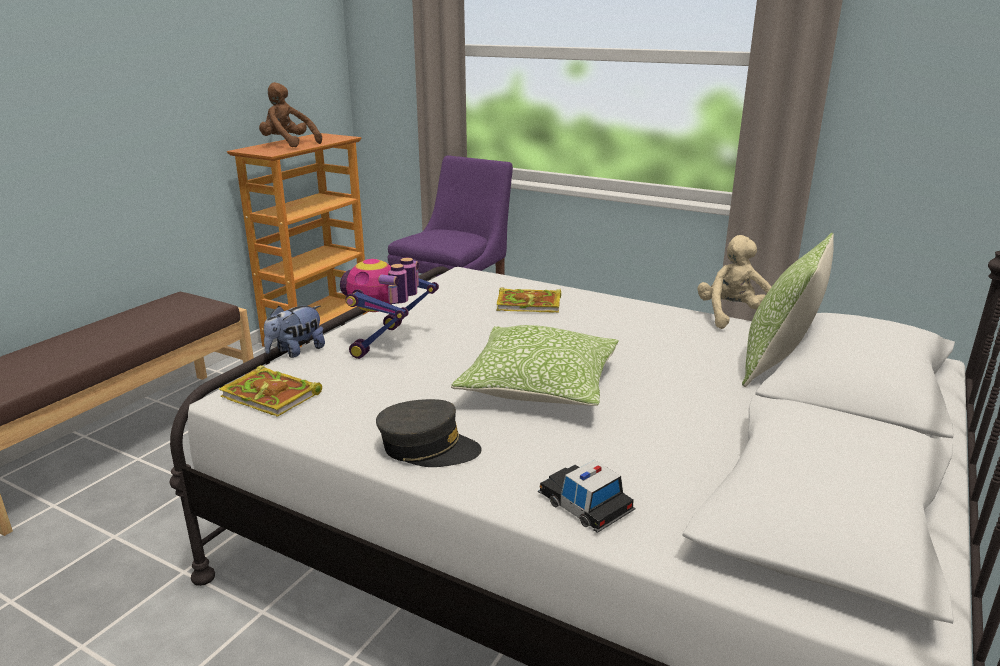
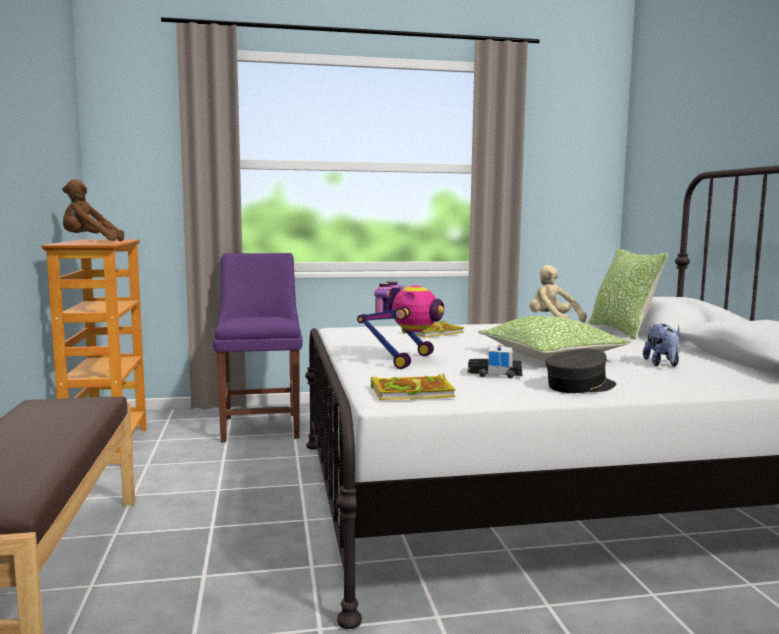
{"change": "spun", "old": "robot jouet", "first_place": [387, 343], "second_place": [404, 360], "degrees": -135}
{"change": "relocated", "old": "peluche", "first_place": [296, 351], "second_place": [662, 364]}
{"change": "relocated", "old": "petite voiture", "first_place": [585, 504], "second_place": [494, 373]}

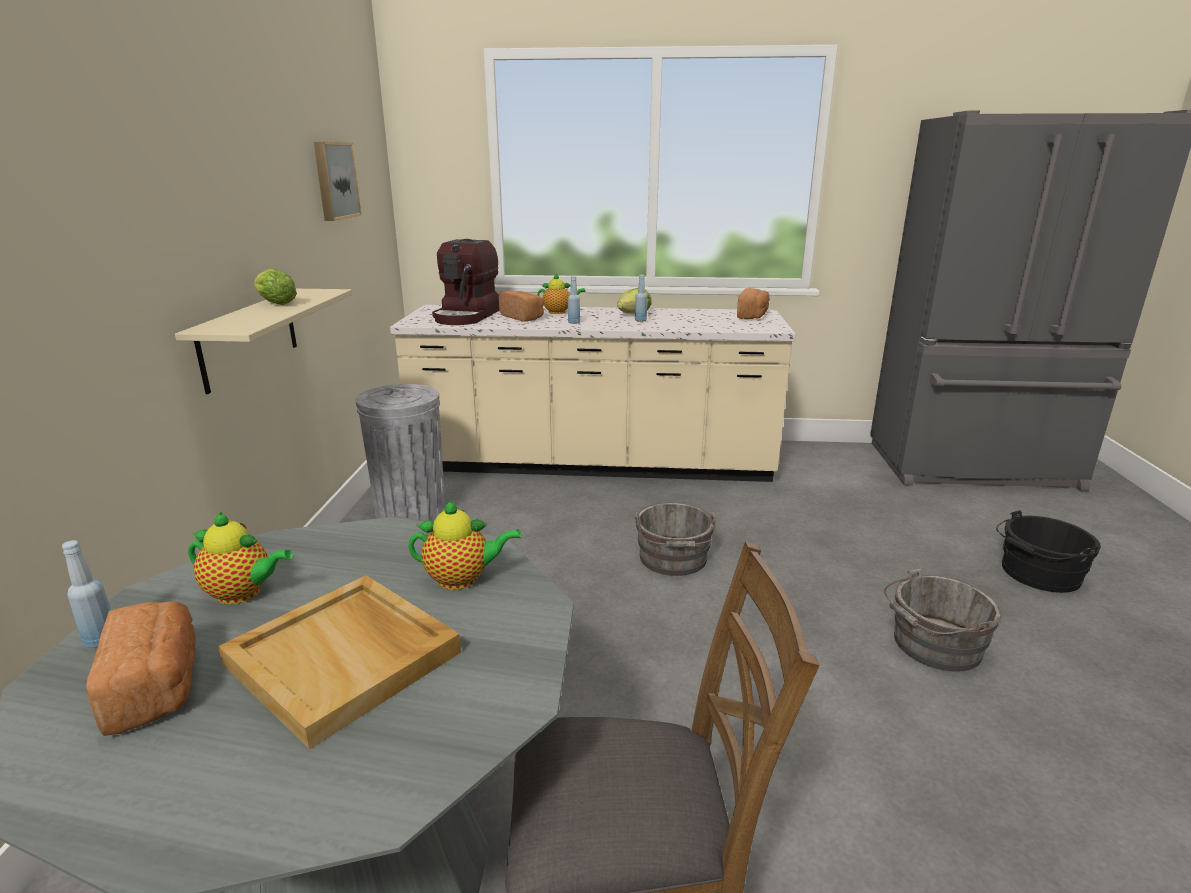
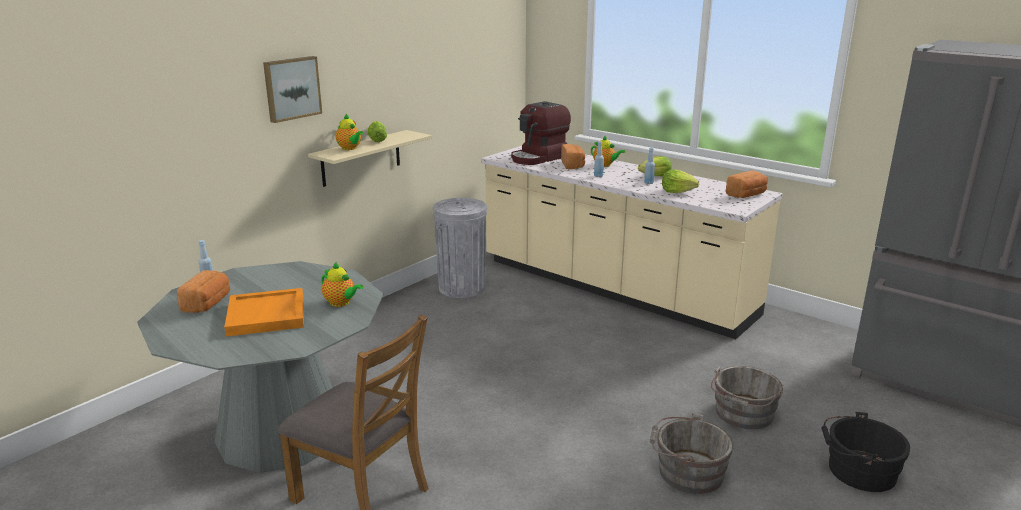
{"change": "relocated", "old": "tableau", "first_place": [334, 180], "second_place": [291, 88]}
{"change": "relocated", "old": "seau/gris", "first_place": [673, 560], "second_place": [743, 415]}
{"change": "relocated", "old": "théière", "first_place": [243, 594], "second_place": [350, 148]}
{"change": "colour", "old": "plateau/beige", "new": "plateau/orange", "first_place": [346, 658], "second_place": [267, 315]}
{"change": "appeared", "new": "laitue", "second_place": [677, 191]}

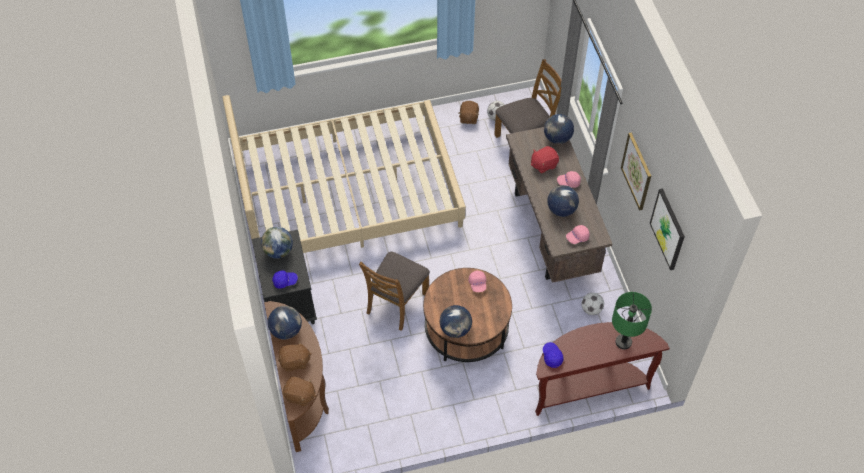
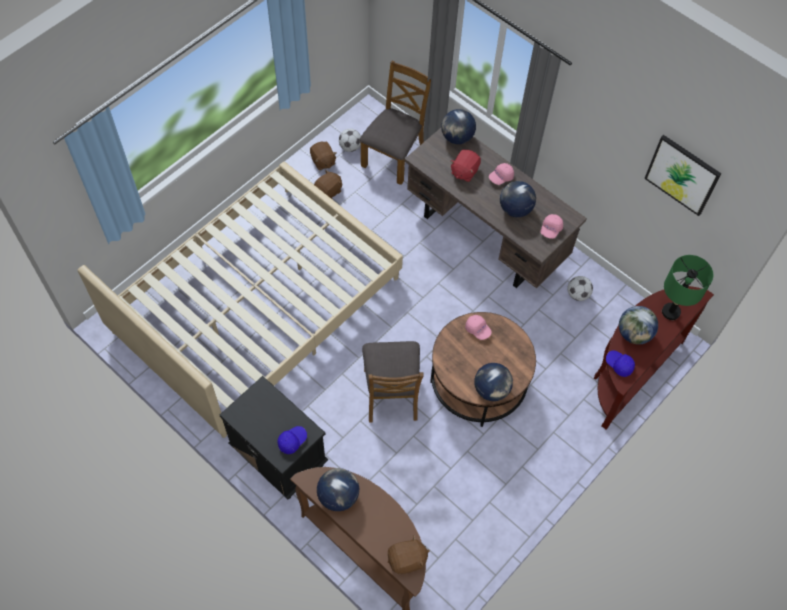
{"change": "missing", "old": "tableau", "first_place": [637, 171]}
{"change": "relocated", "old": "globe", "first_place": [278, 251], "second_place": [634, 334]}
{"change": "relocated", "old": "peluche/marron", "first_place": [295, 362], "second_place": [328, 191]}

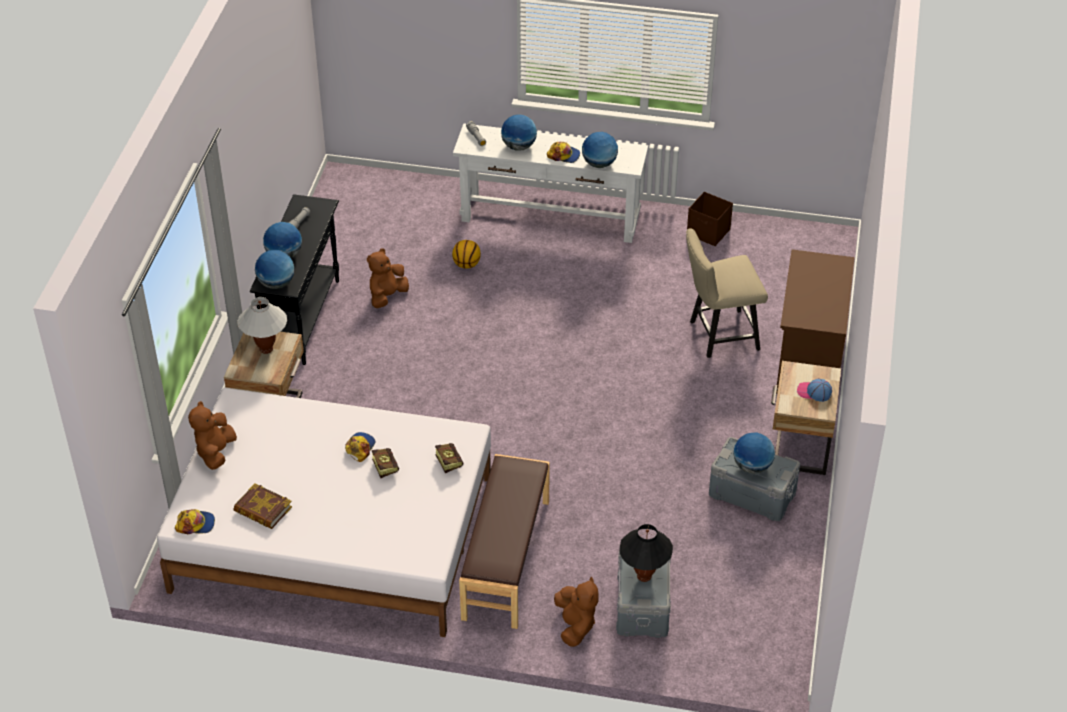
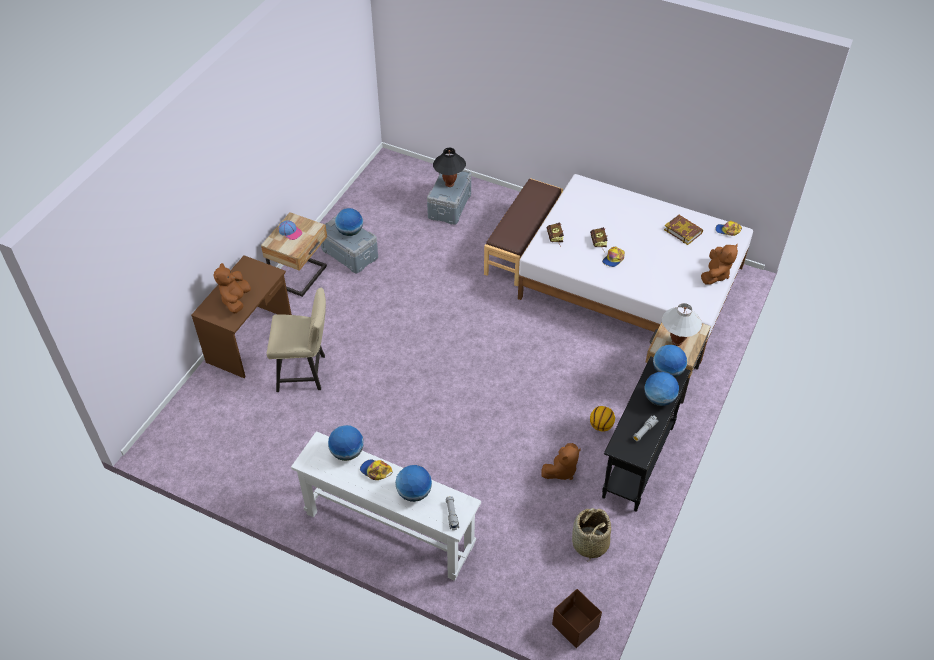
{"change": "relocated", "old": "boîte de rangement/marron", "first_place": [708, 232], "second_place": [574, 625]}
{"change": "relocated", "old": "ballon de basket", "first_place": [467, 264], "second_place": [601, 426]}
{"change": "relocated", "old": "peluche/marron", "first_place": [575, 626], "second_place": [236, 300]}
{"change": "appeared", "new": "panier", "second_place": [589, 543]}

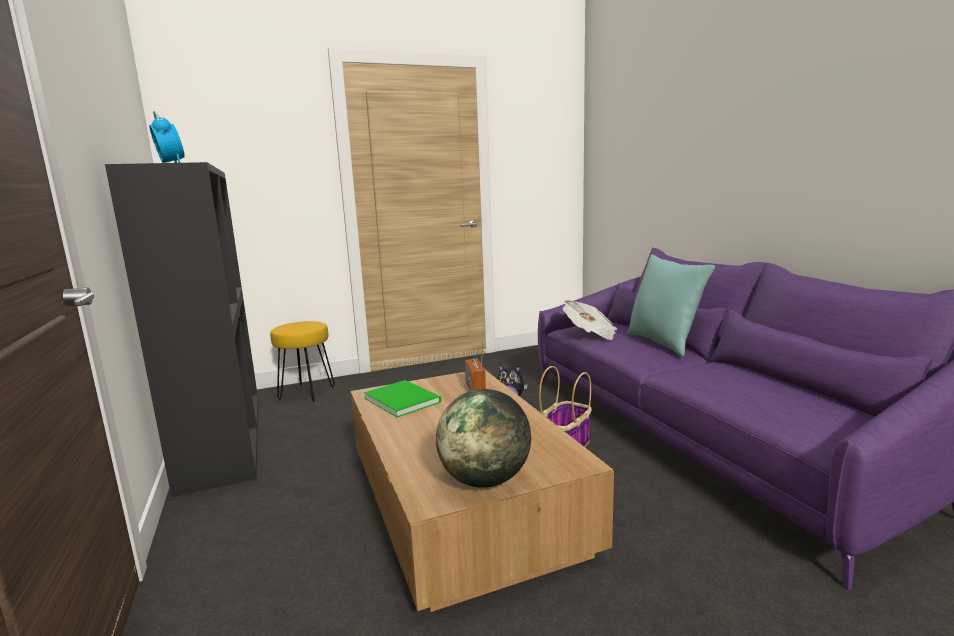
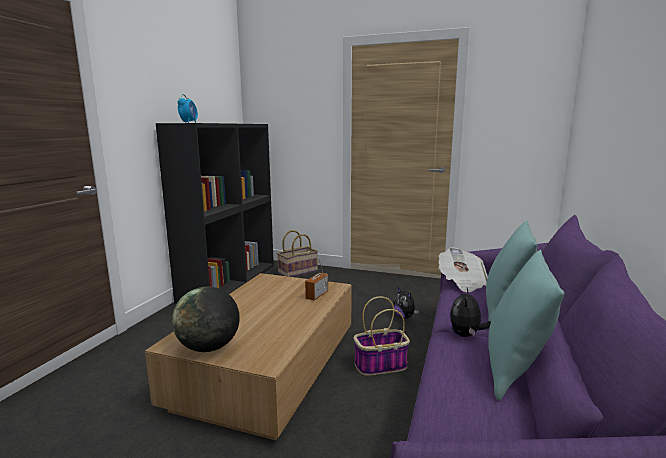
{"change": "exchanged", "old": "tabouret/jaune", "new": "panier", "first_place": [307, 394], "second_place": [297, 271]}
{"change": "missing", "old": "livre/vert", "first_place": [402, 399]}
{"change": "appeared", "new": "coussin/turquoise", "second_place": [515, 370]}
{"change": "appeared", "new": "peluche", "second_place": [466, 335]}

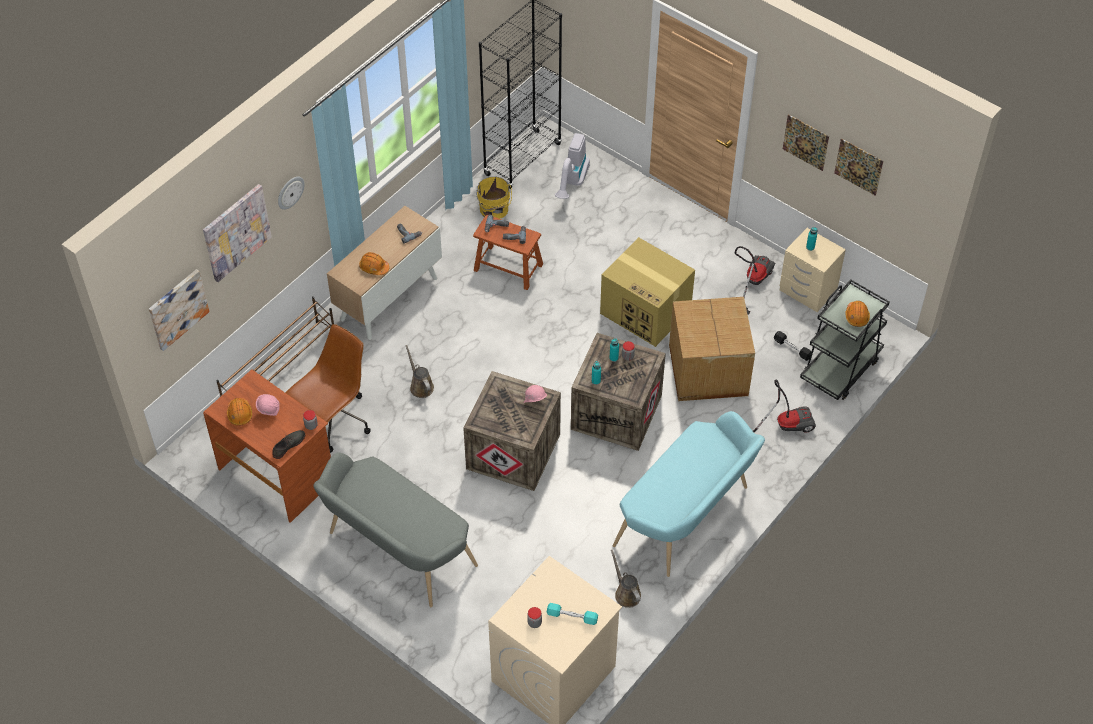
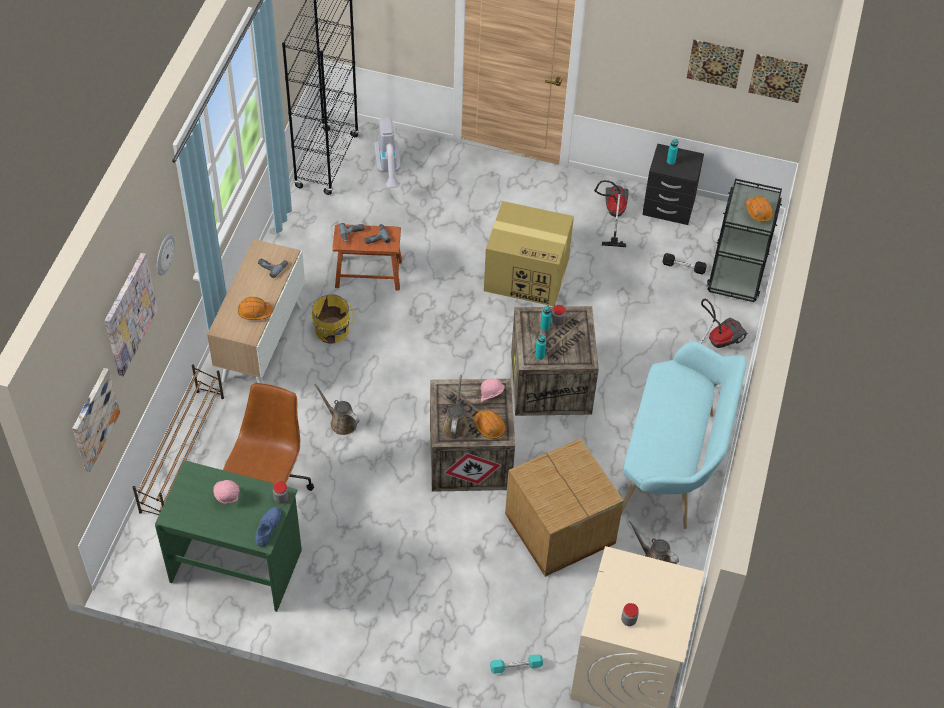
{"change": "relocated", "old": "tableau", "first_place": [805, 142], "second_place": [777, 78]}
{"change": "relocated", "old": "seau/jaune", "first_place": [494, 210], "second_place": [332, 331]}
{"change": "colour", "old": "table de chevet/beige", "new": "table de chevet/noir", "first_place": [808, 290], "second_place": [668, 207]}
{"change": "relocated", "old": "carton", "first_place": [707, 371], "second_place": [559, 530]}
{"change": "colour", "old": "bureau/marron", "new": "bureau/vert", "first_place": [277, 474], "second_place": [237, 565]}
{"change": "relocated", "old": "casque de chantier/orange", "first_place": [240, 414], "second_place": [489, 427]}
{"change": "colour", "old": "chaussure/gris", "new": "chaussure/bleu", "first_place": [288, 445], "second_place": [267, 527]}
{"change": "missing", "old": "banc/gris", "first_place": [396, 552]}
{"change": "relocated", "old": "haltère/turquoise", "first_place": [572, 617], "second_place": [516, 667]}
{"change": "appeared", "new": "arrosoir/marron", "second_place": [455, 425]}

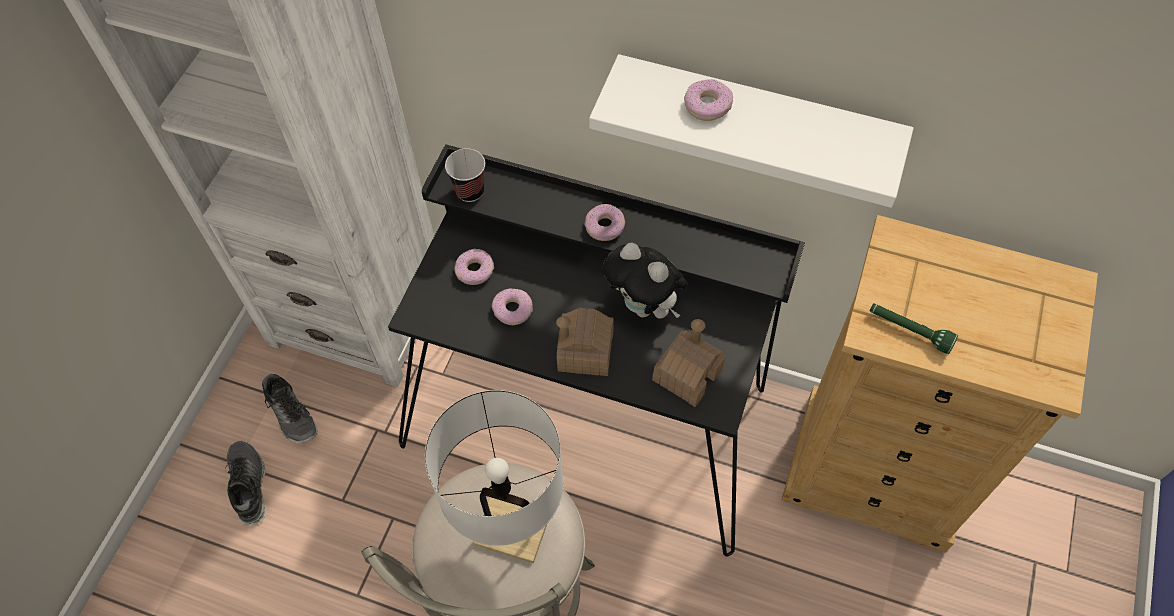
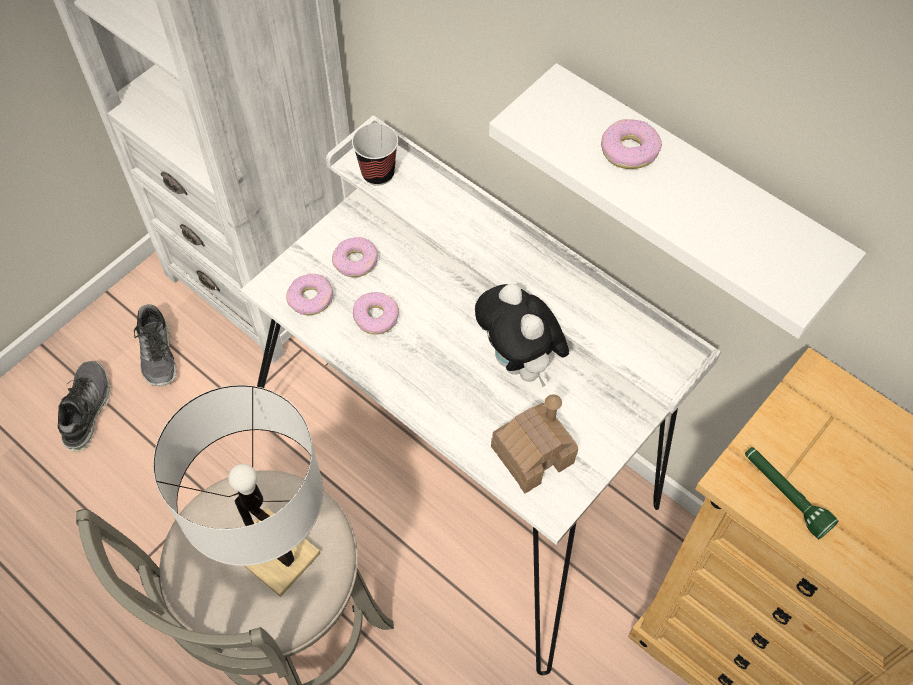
{"change": "colour", "old": "bureau/noir", "new": "bureau/blanc", "first_place": [592, 413], "second_place": [461, 464]}
{"change": "relocated", "old": "beignet", "first_place": [605, 226], "second_place": [311, 299]}
{"change": "missing", "old": "maison miniature", "first_place": [585, 351]}

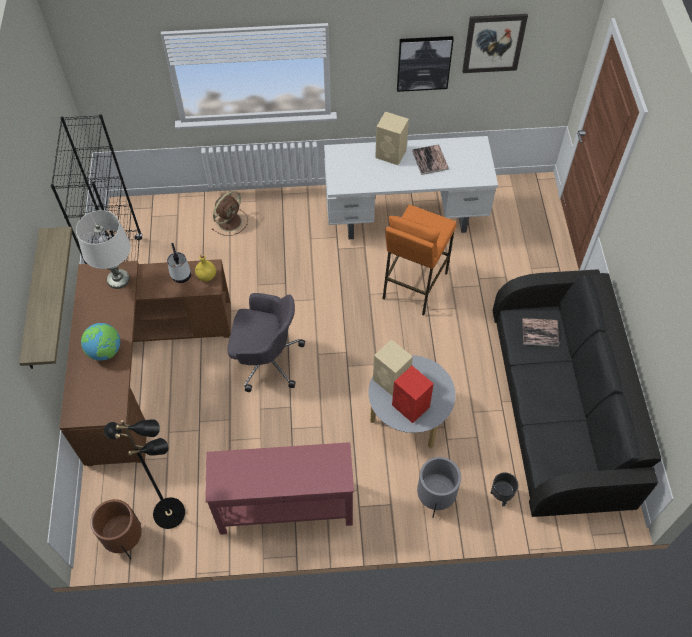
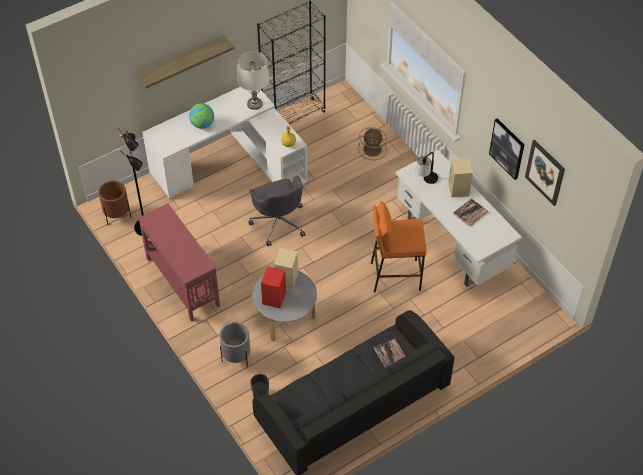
{"change": "relocated", "old": "lampe de table", "first_place": [183, 282], "second_place": [426, 182]}
{"change": "colour", "old": "bureau/marron", "new": "bureau/blanc", "first_place": [141, 367], "second_place": [231, 163]}

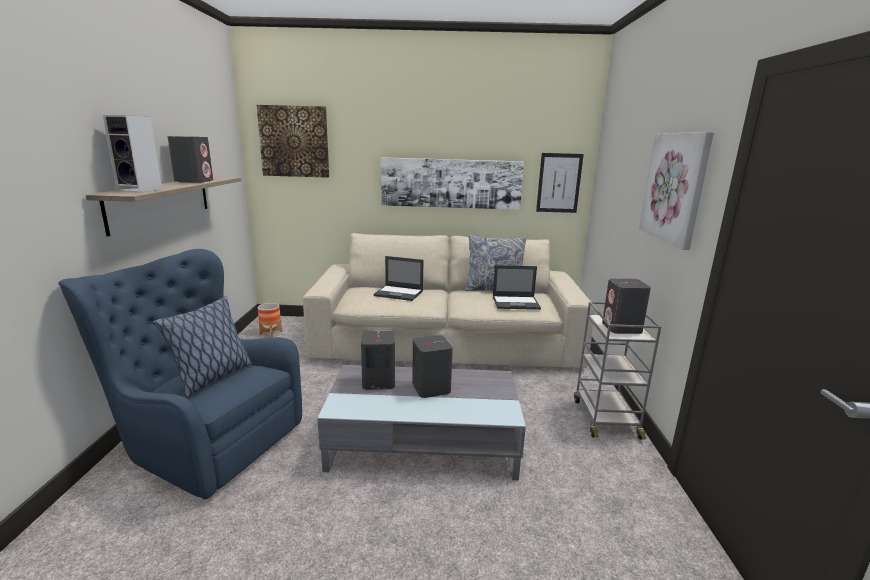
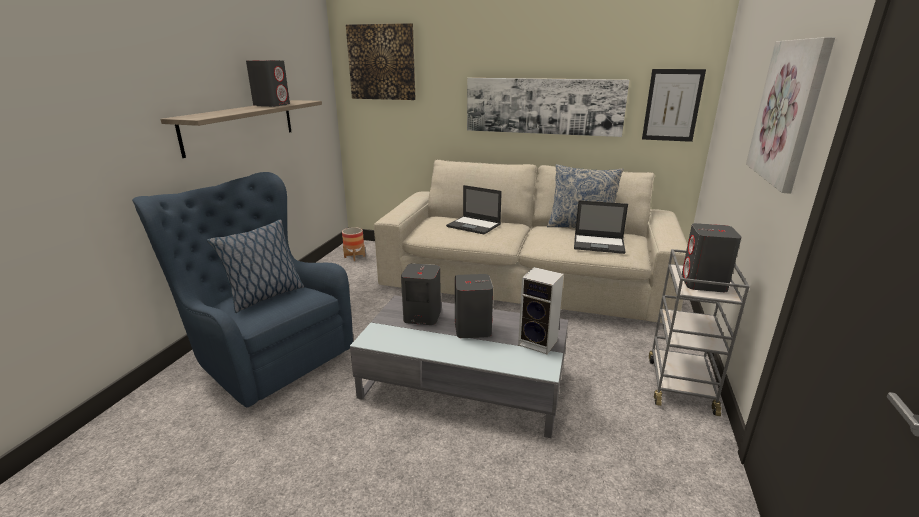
{"change": "relocated", "old": "enceinte", "first_place": [141, 190], "second_place": [539, 343]}

